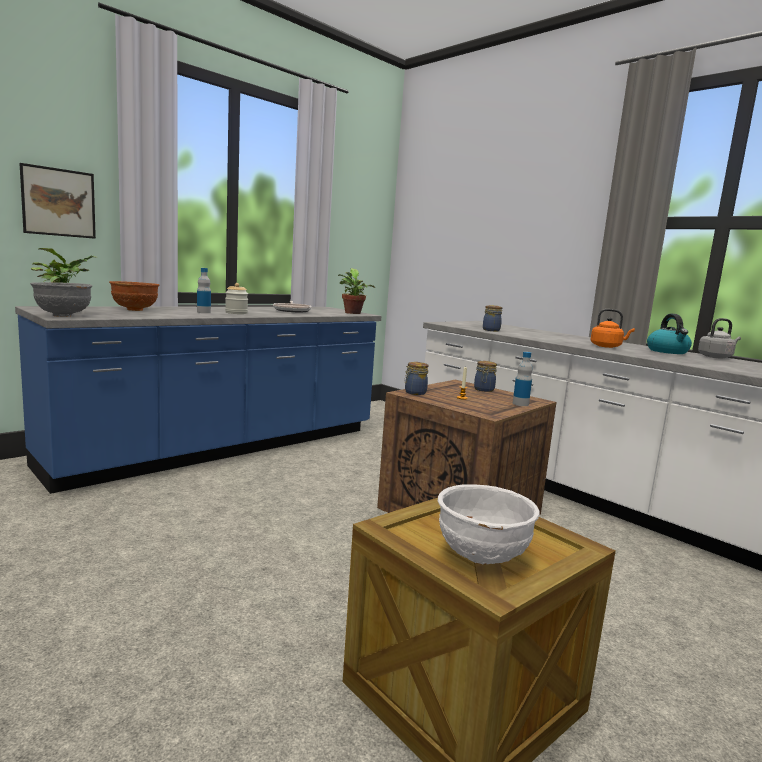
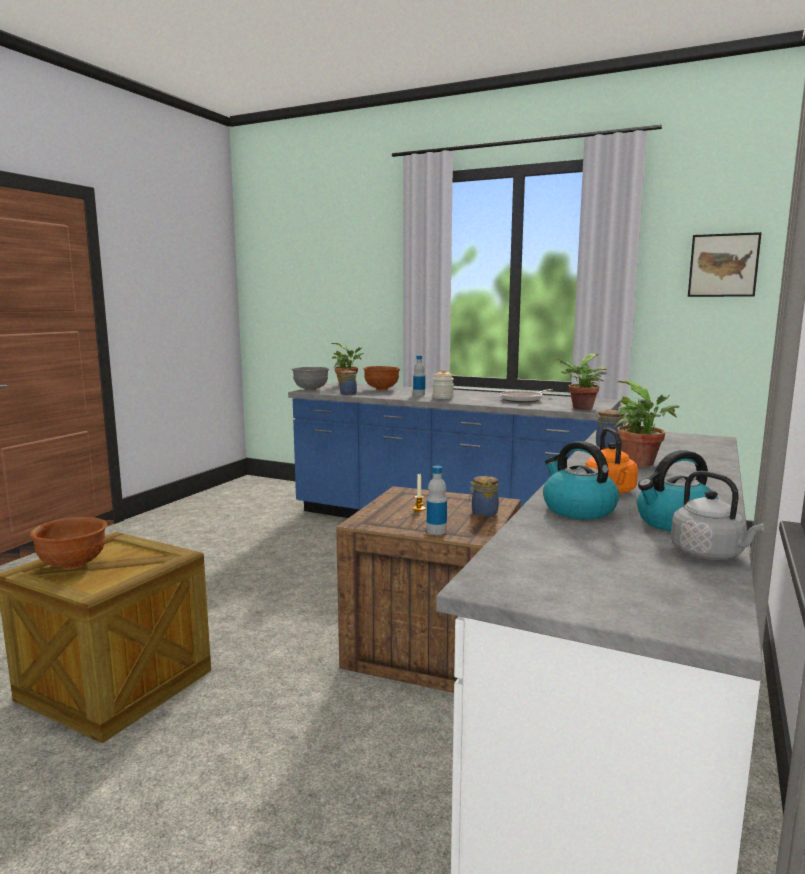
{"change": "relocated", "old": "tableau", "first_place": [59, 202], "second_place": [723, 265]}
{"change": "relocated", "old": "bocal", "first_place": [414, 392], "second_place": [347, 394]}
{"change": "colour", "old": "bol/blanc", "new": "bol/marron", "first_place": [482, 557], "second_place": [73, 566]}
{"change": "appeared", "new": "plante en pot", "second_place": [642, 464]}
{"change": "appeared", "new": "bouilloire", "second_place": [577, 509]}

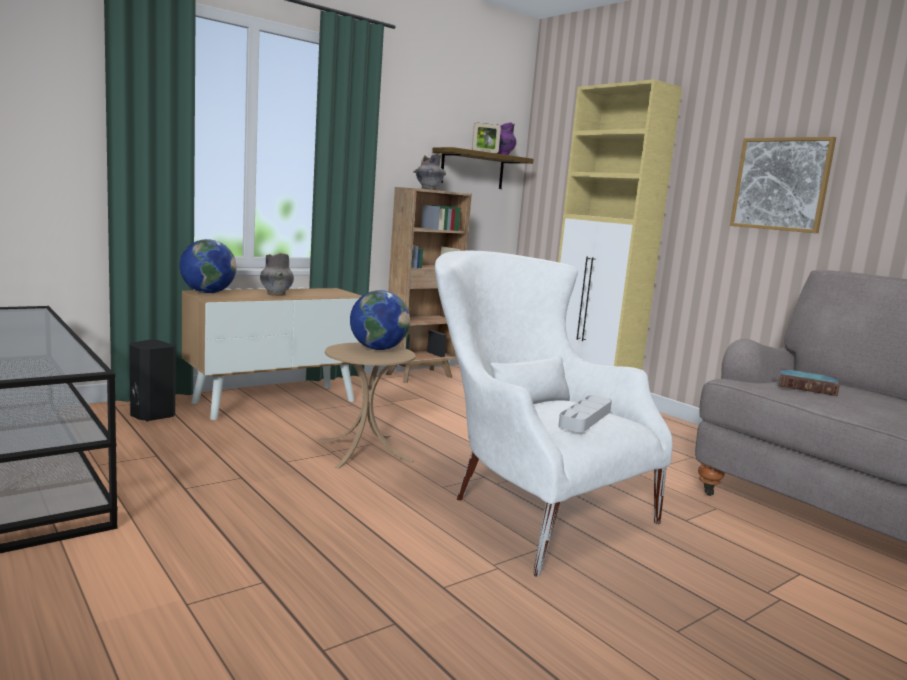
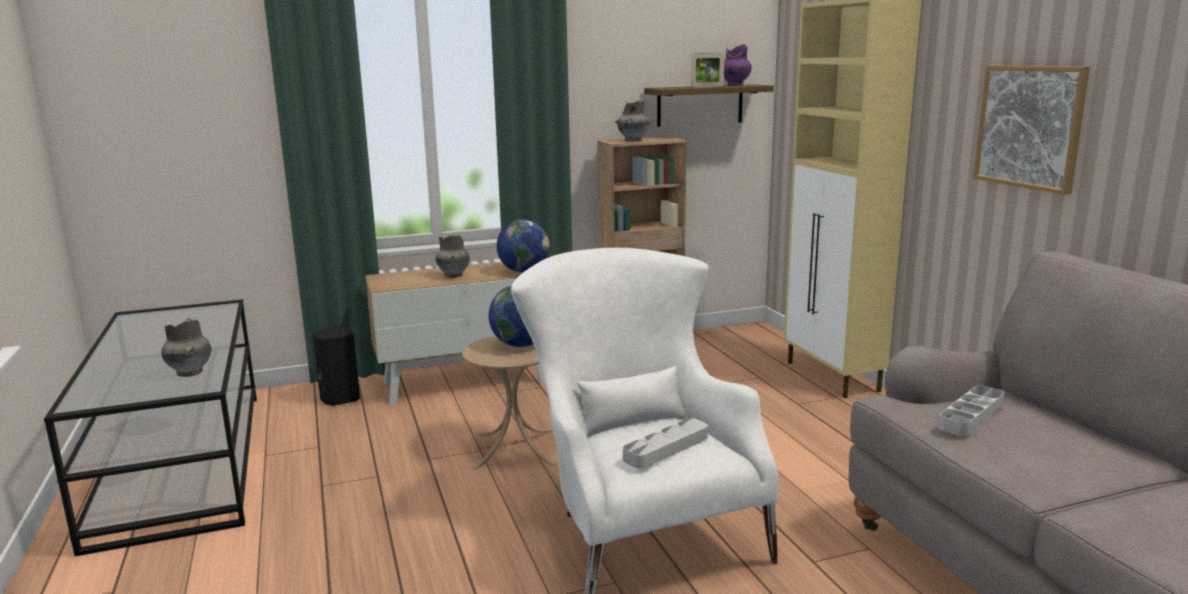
{"change": "relocated", "old": "globe", "first_place": [207, 293], "second_place": [524, 271]}
{"change": "exchanged", "old": "livre", "new": "plateau/gris", "first_place": [808, 387], "second_place": [971, 416]}
{"change": "appeared", "new": "vase/gris", "second_place": [189, 372]}

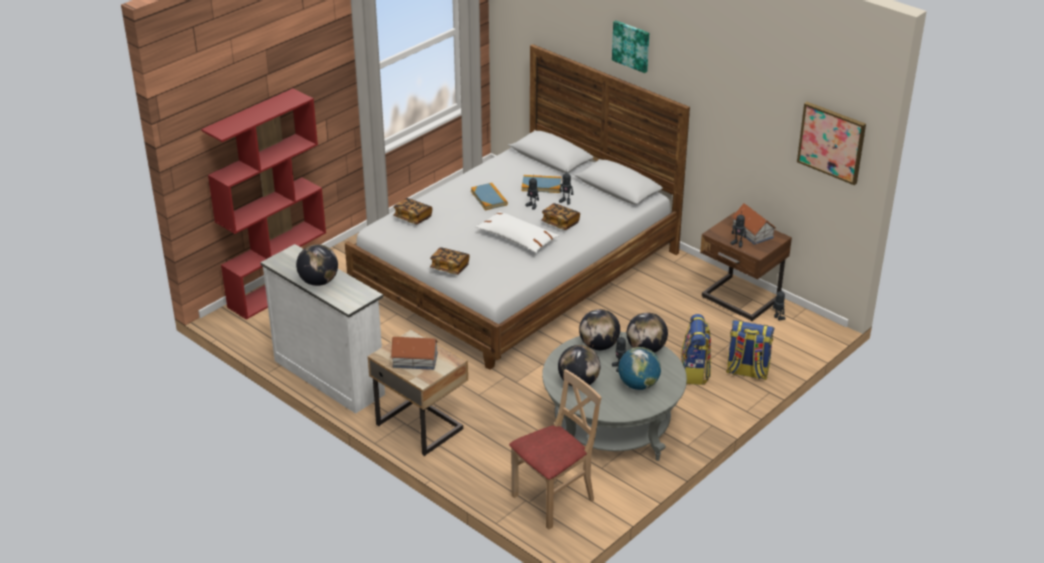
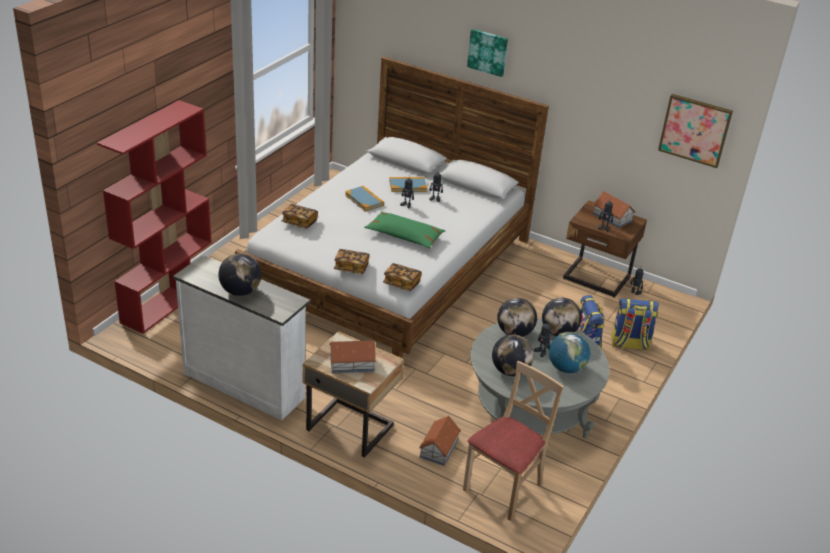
{"change": "relocated", "old": "livre", "first_place": [560, 223], "second_place": [401, 283]}
{"change": "colour", "old": "coussin/blanc", "new": "coussin/vert", "first_place": [517, 238], "second_place": [404, 236]}
{"change": "appeared", "new": "maison miniature", "second_place": [438, 448]}

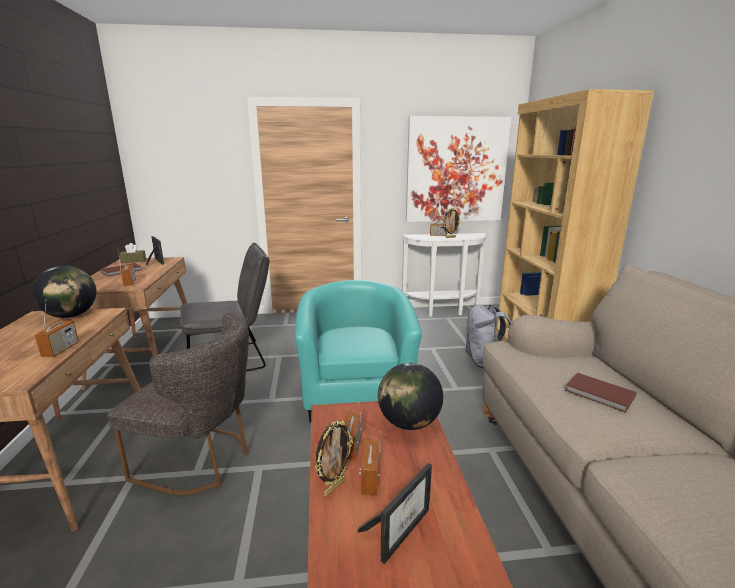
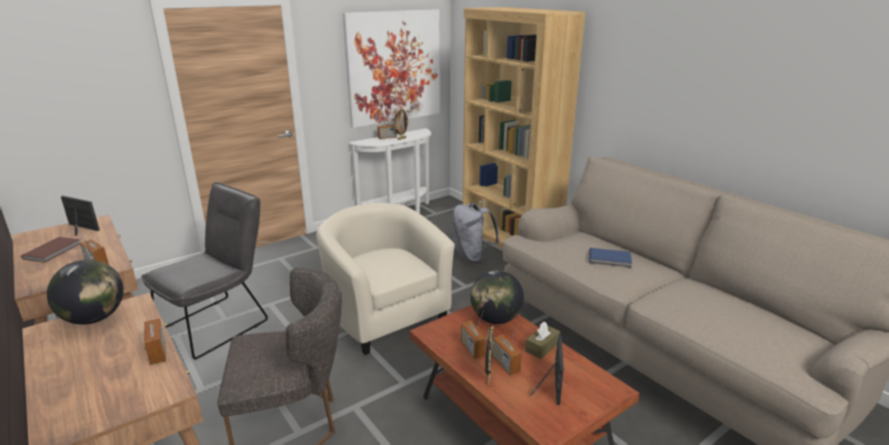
{"change": "relocated", "old": "boîte à mouchoirs/marron", "first_place": [133, 261], "second_place": [542, 347]}
{"change": "colour", "old": "fauteuil/turquoise", "new": "fauteuil/beige", "first_place": [356, 393], "second_place": [384, 316]}
{"change": "colour", "old": "livre/marron", "new": "livre/bleu", "first_place": [599, 394], "second_place": [610, 259]}

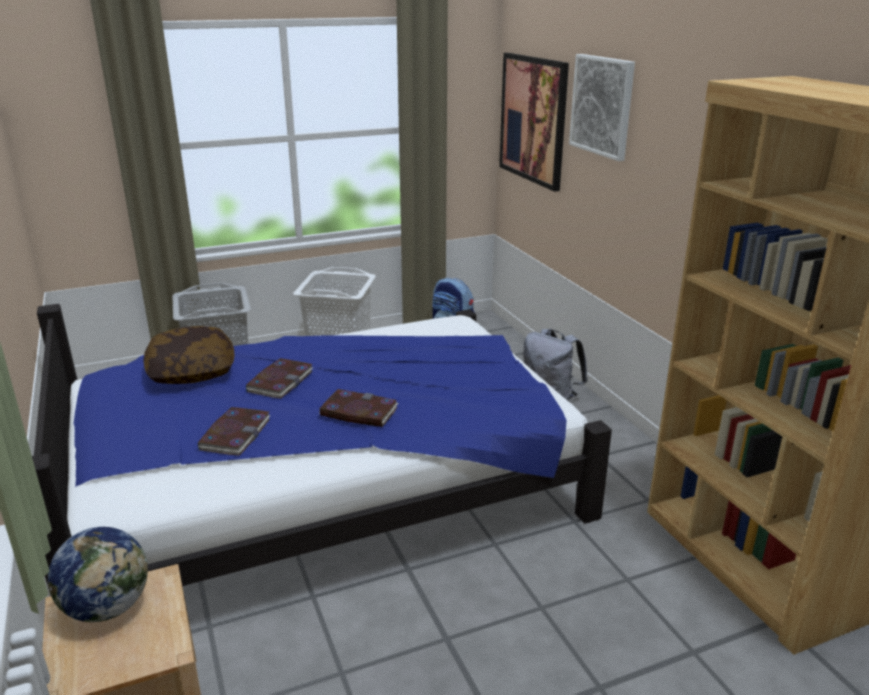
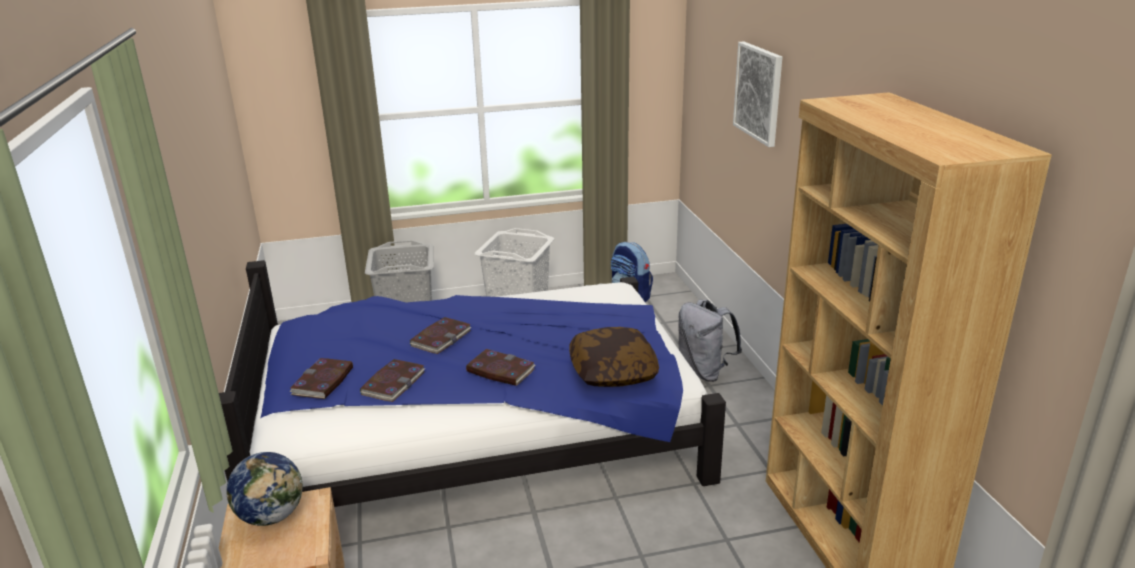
{"change": "missing", "old": "tableau", "first_place": [533, 119]}
{"change": "relocated", "old": "coussin", "first_place": [191, 371], "second_place": [612, 371]}
{"change": "appeared", "new": "livre", "second_place": [323, 381]}

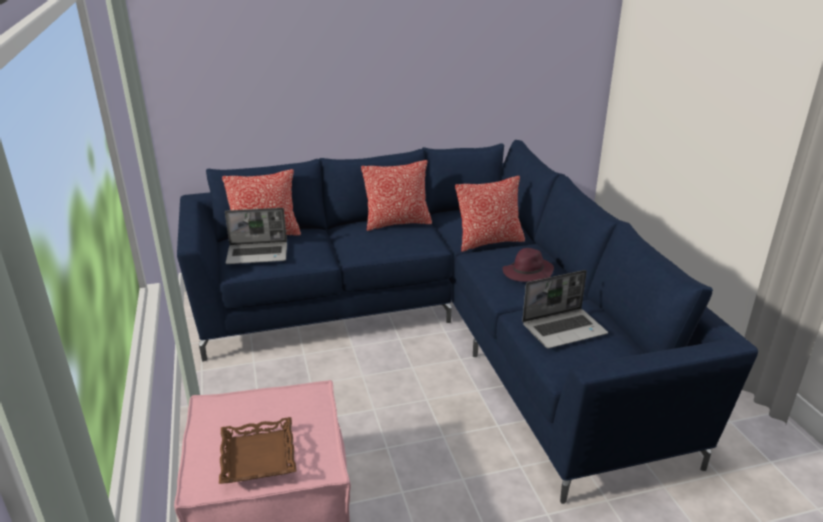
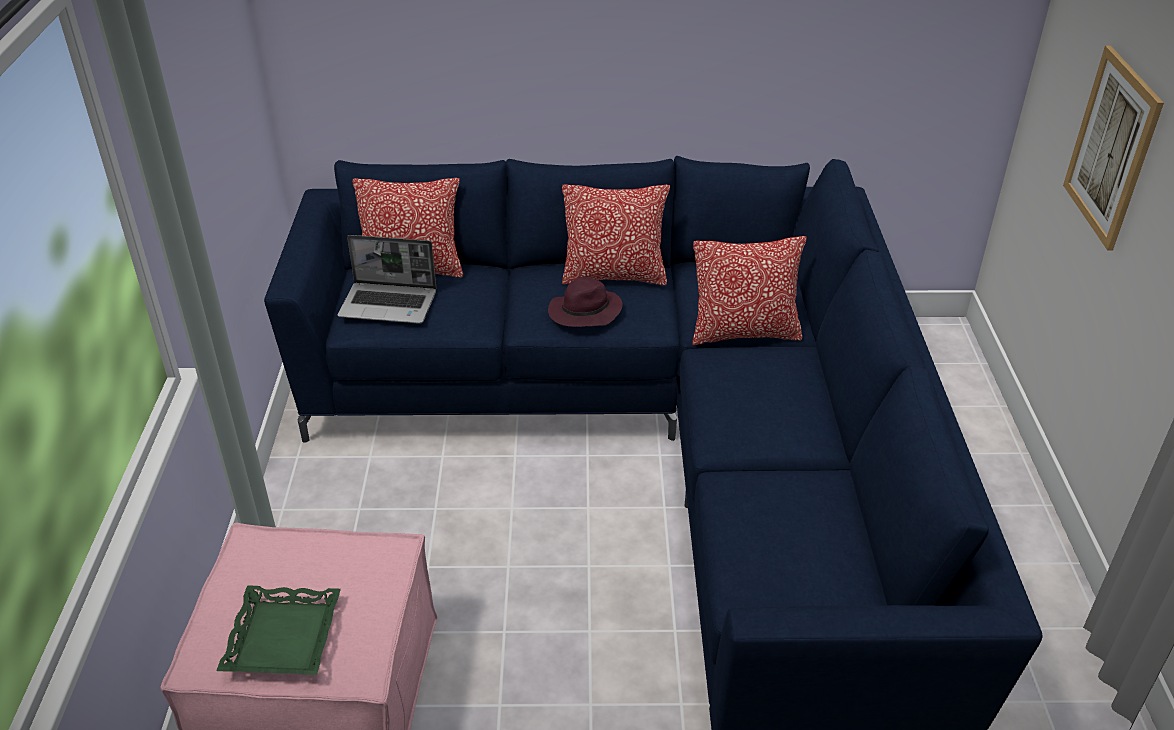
{"change": "relocated", "old": "chapeau/violet", "first_place": [527, 273], "second_place": [584, 313]}
{"change": "missing", "old": "ordinateur portable", "first_place": [564, 329]}
{"change": "colour", "old": "plateau/marron", "new": "plateau/vert", "first_place": [259, 456], "second_place": [284, 637]}
{"change": "appeared", "new": "tableau", "second_place": [1111, 147]}

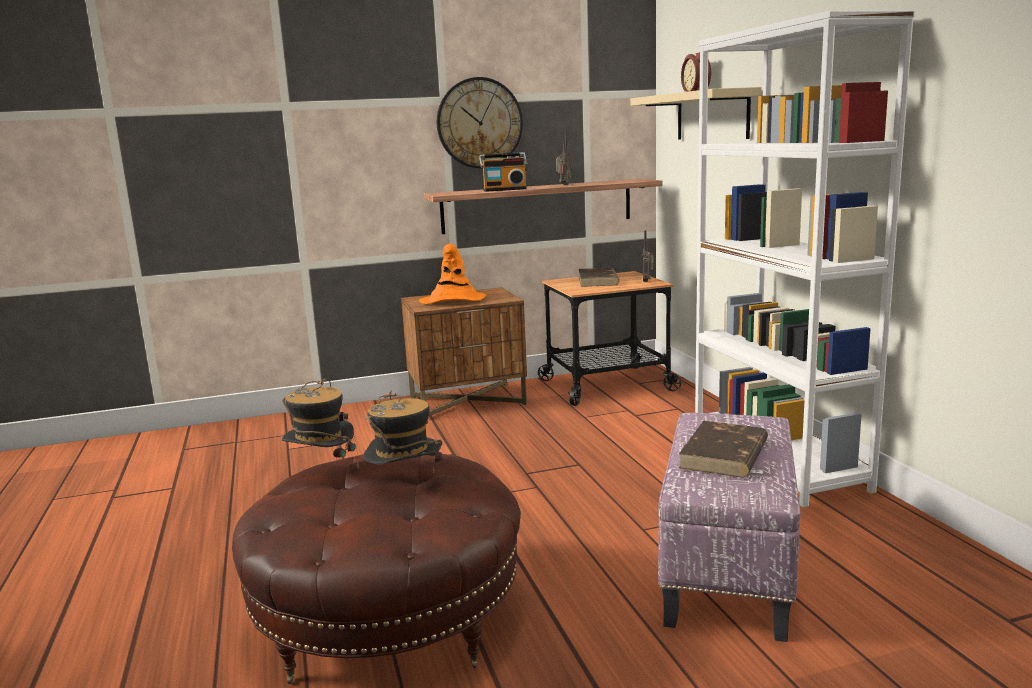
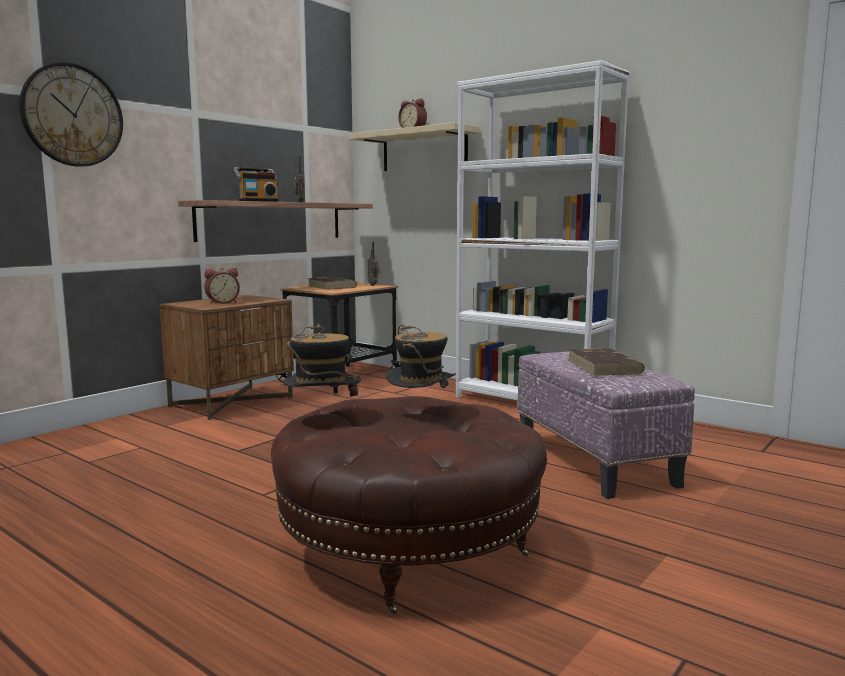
{"change": "relocated", "old": "horloge murale", "first_place": [479, 123], "second_place": [72, 115]}
{"change": "exchanged", "old": "chapeau/orange", "new": "réveil", "first_place": [453, 300], "second_place": [222, 302]}

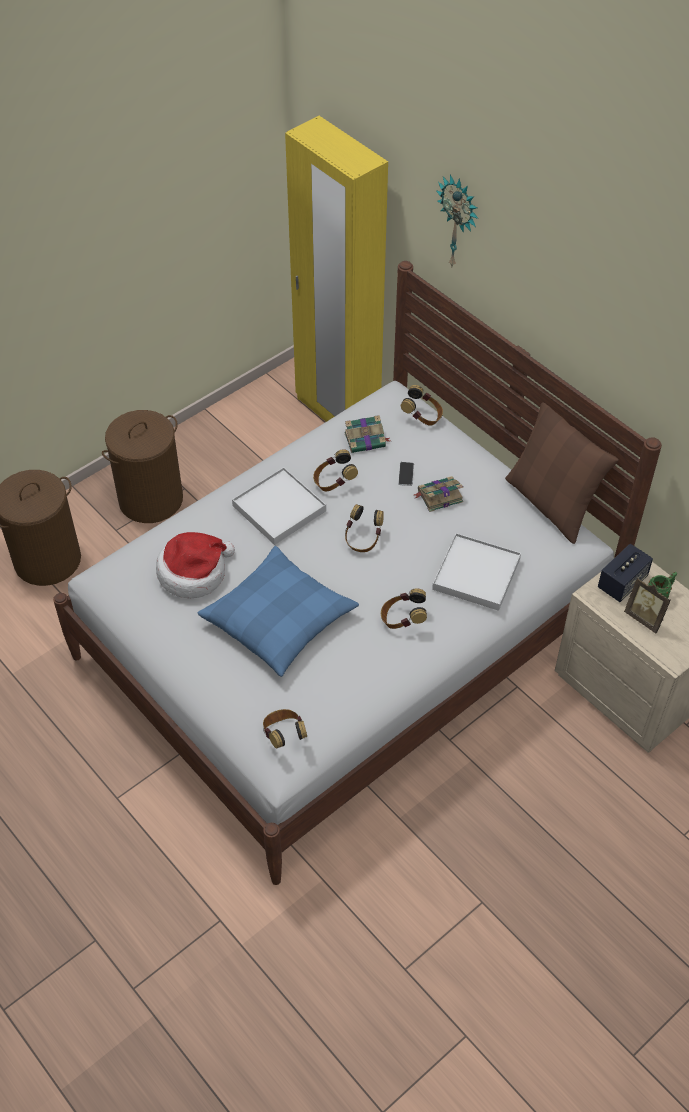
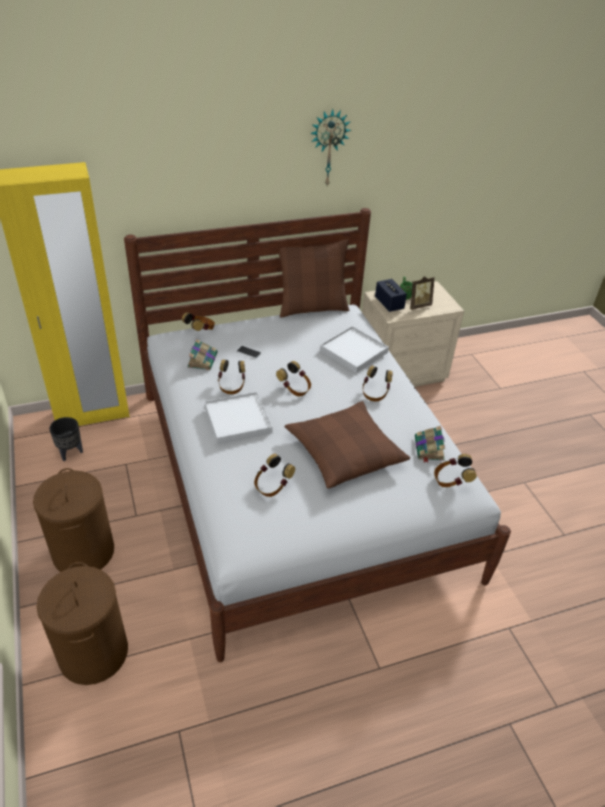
{"change": "relocated", "old": "horloge murale", "first_place": [458, 222], "second_place": [328, 148]}
{"change": "relocated", "old": "livre", "first_place": [439, 496], "second_place": [429, 449]}
{"change": "exchanged", "old": "chapeau", "new": "casque audio", "first_place": [194, 572], "second_place": [272, 486]}
{"change": "colour", "old": "coussin/bleu", "new": "coussin/marron", "first_place": [278, 619], "second_place": [344, 452]}
{"change": "appeared", "new": "cache-pot/noir", "second_place": [71, 453]}

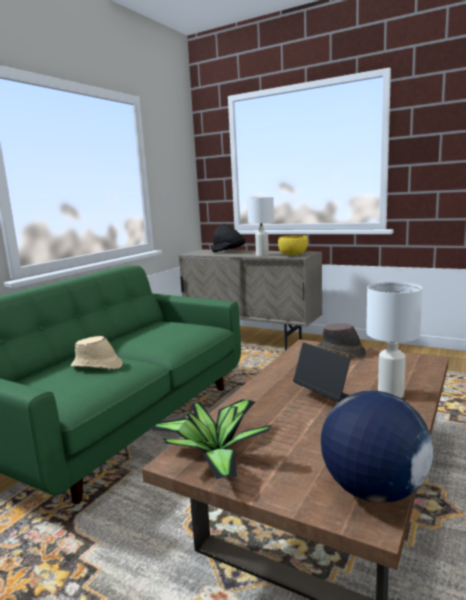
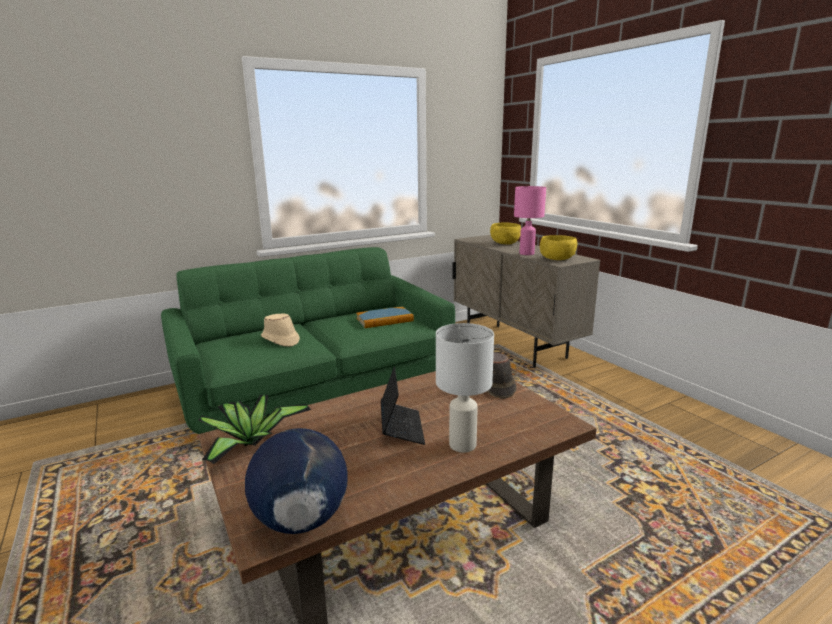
{"change": "colour", "old": "lampe de table/blanc", "new": "lampe de table/rose", "first_place": [262, 255], "second_place": [527, 253]}
{"change": "exchanged", "old": "chapeau/noir", "new": "bol/jaune", "first_place": [228, 252], "second_place": [504, 243]}
{"change": "appeared", "new": "livre", "second_place": [384, 320]}

